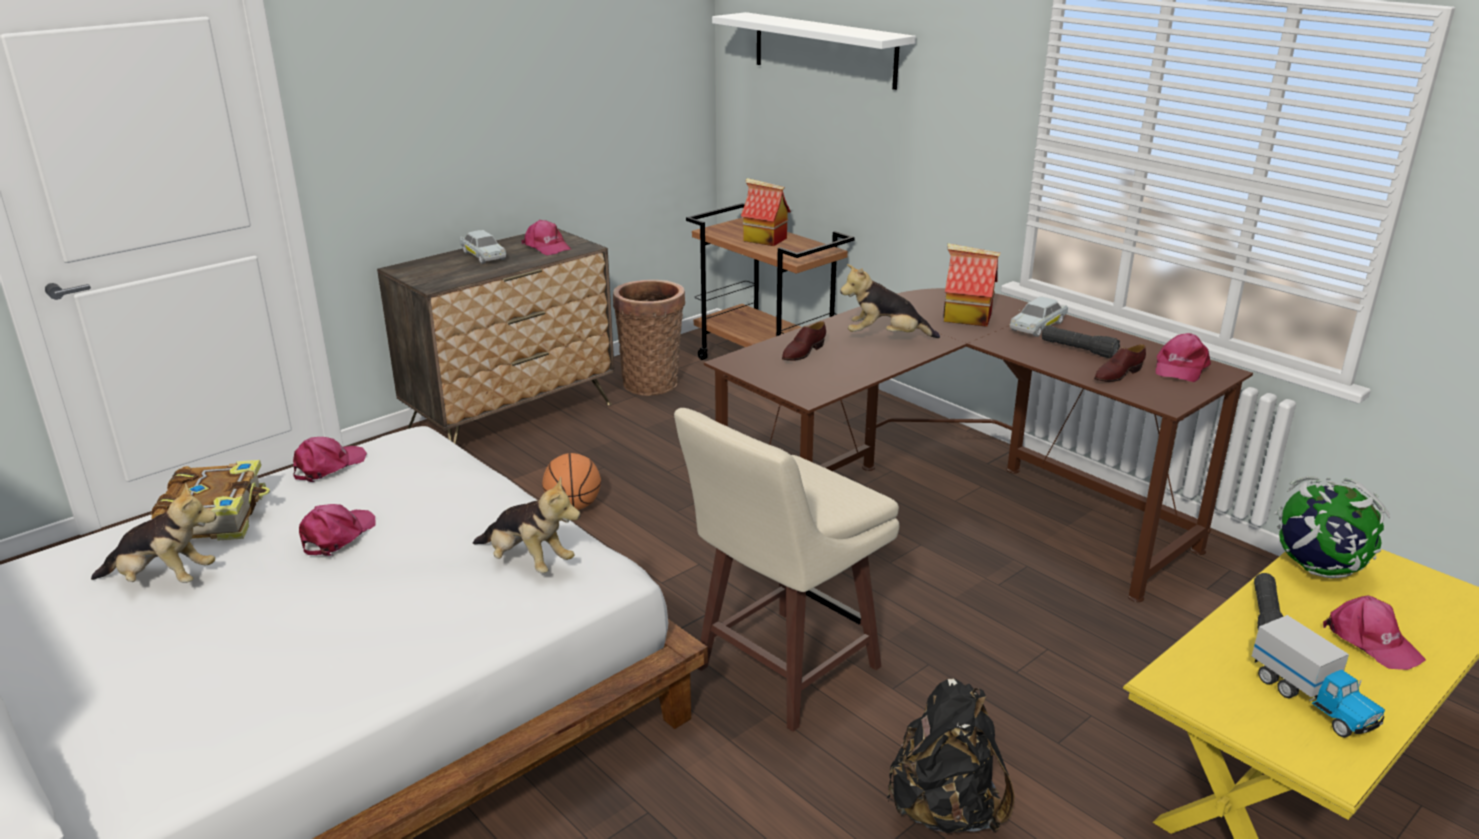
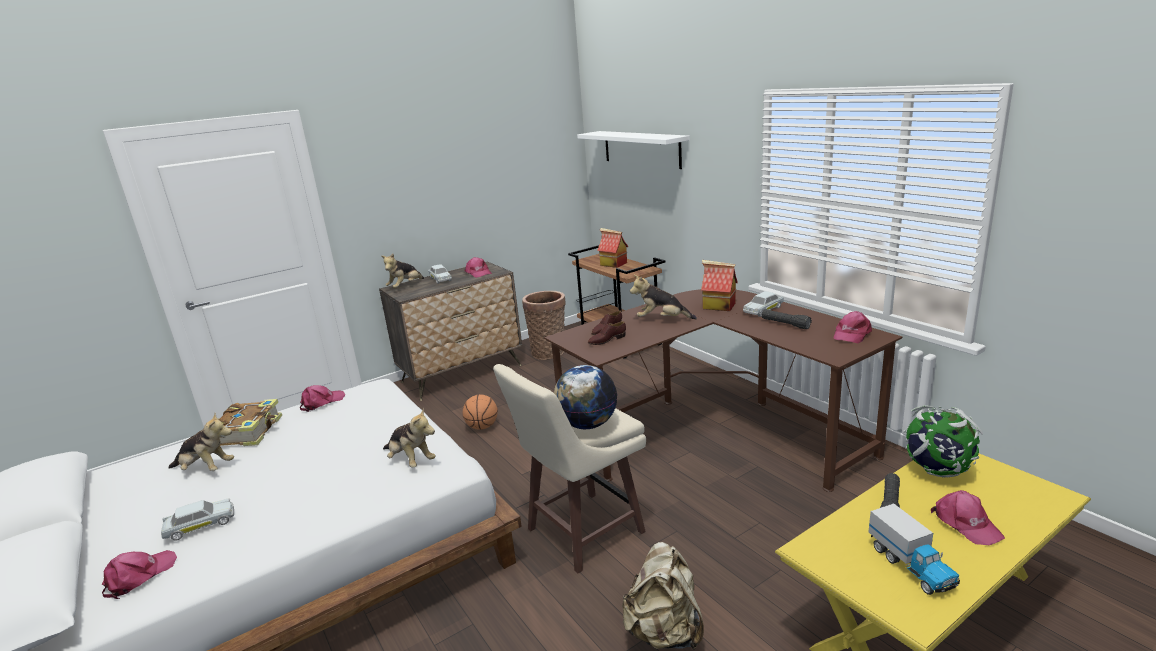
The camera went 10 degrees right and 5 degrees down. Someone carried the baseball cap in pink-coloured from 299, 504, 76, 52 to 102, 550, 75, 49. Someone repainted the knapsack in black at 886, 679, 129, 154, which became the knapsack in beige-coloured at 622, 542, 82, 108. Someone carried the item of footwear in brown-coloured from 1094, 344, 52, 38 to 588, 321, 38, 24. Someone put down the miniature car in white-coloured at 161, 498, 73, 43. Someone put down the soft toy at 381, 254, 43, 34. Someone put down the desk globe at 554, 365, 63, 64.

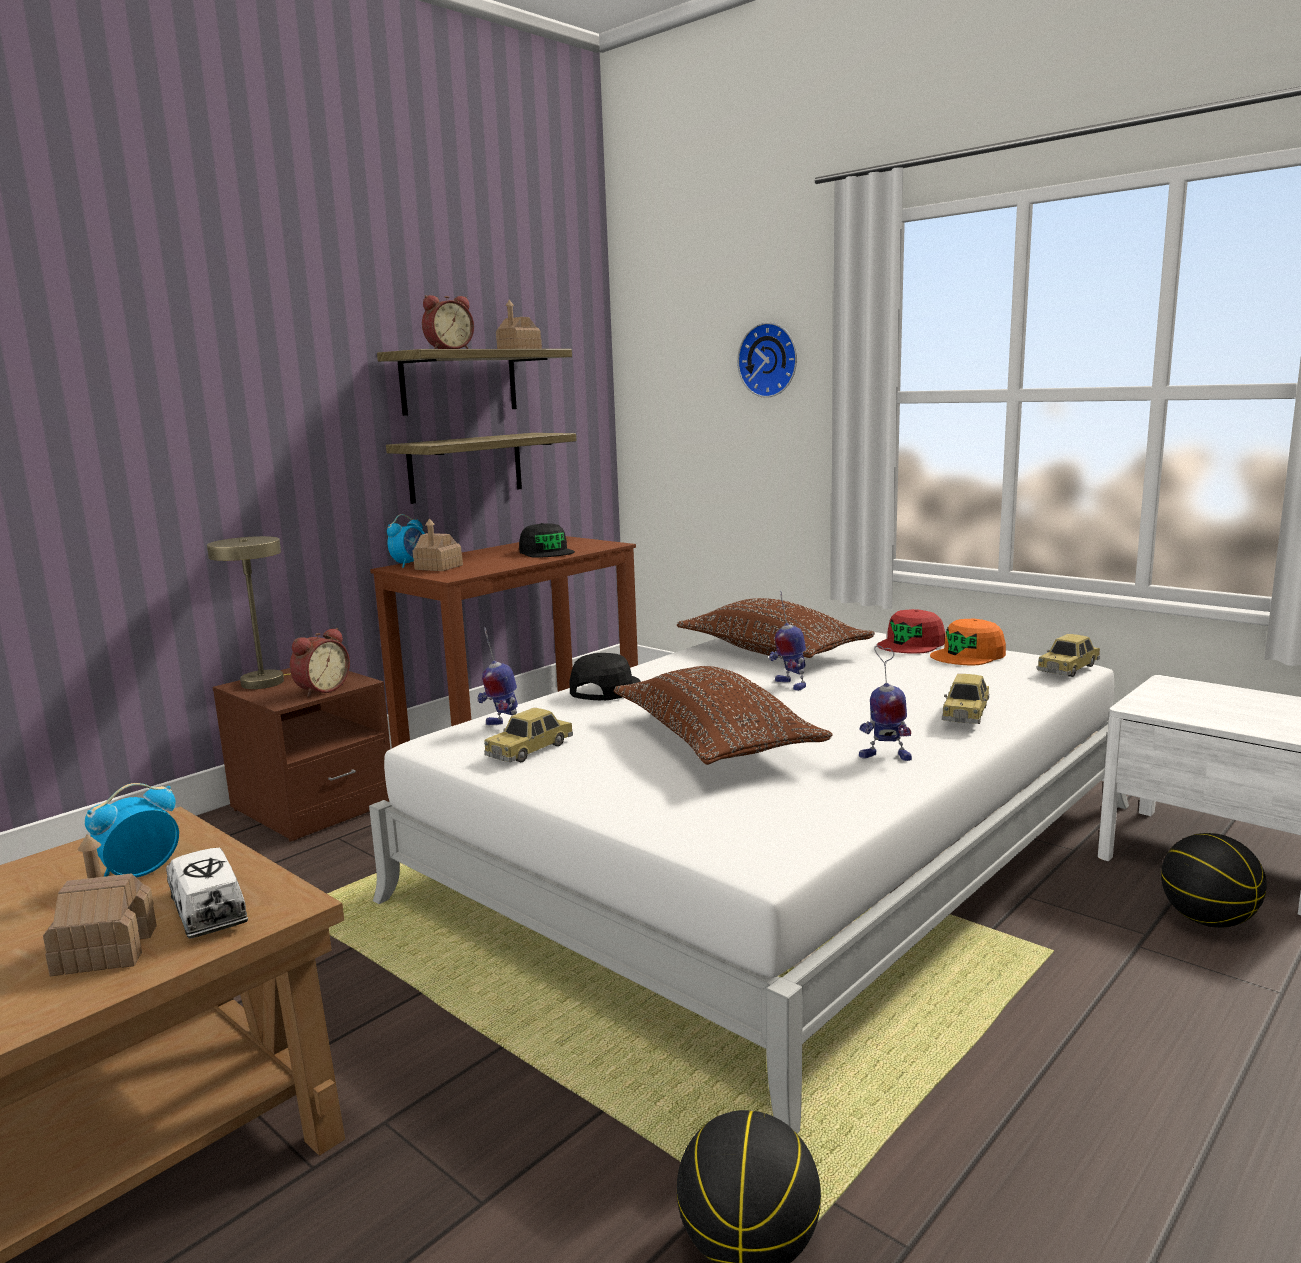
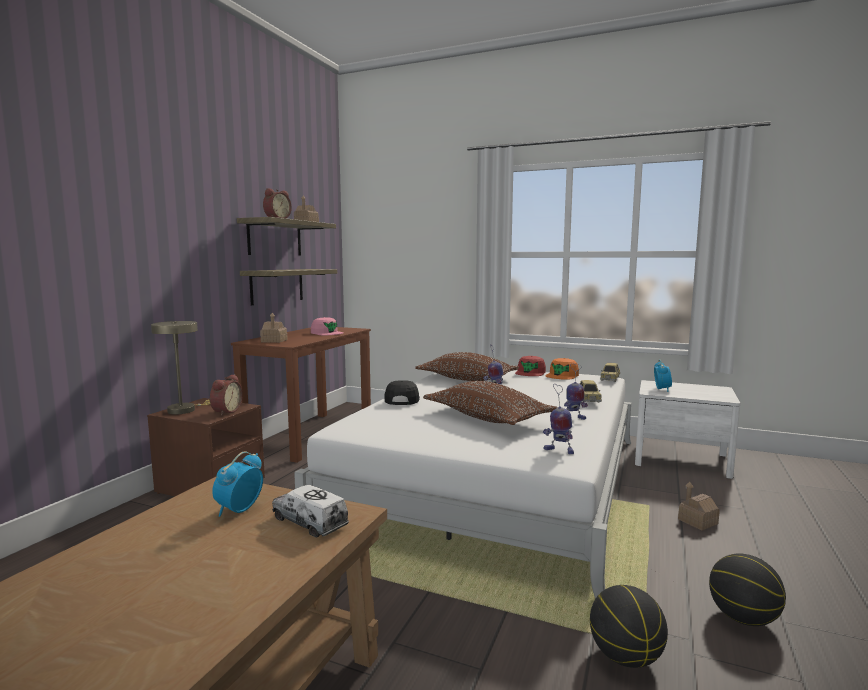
The camera went 20 degrees left and 5 degrees down. Someone carried the toy house from 43, 834, 114, 142 to 678, 482, 42, 49. Someone carried the bedside clock from 387, 514, 38, 54 to 654, 359, 18, 33. Someone carried the model robot from 477, 626, 41, 99 to 543, 384, 31, 70. Someone took away the miniature car at 484, 708, 89, 54. Someone repainted the baseball cap in black at 519, 523, 56, 35, which became the baseball cap in pink-coloured at 311, 317, 33, 19. Someone took away the clock on the wall at 737, 322, 60, 76. Someone carried the basketball ball from 1161, 833, 106, 95 to 709, 553, 77, 73.

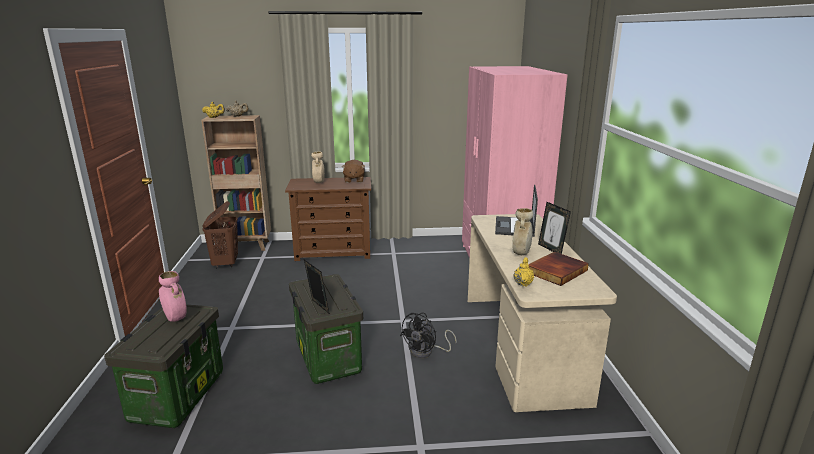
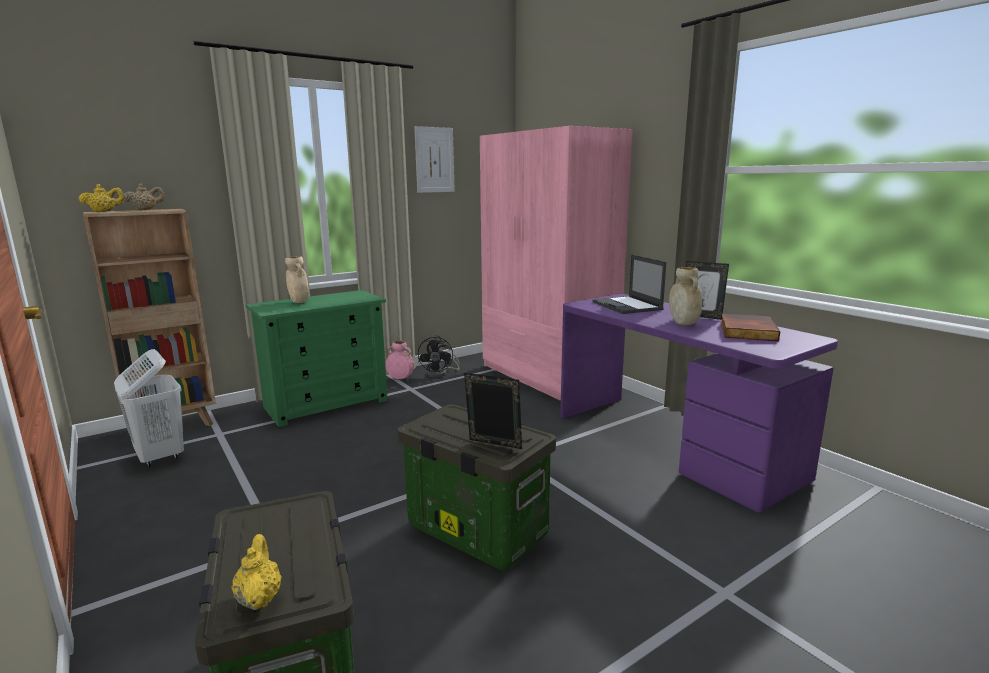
The camera went 30 degrees left and 5 degrees down. Someone carried the decorative vase in pink-coloured from 159, 271, 28, 51 to 386, 340, 28, 39. Someone repainted the laundry basket in brown-coloured at 202, 201, 36, 68, which became the laundry basket in white-coloured at 114, 349, 70, 118. Someone repainted the dresser in brown-coloured at 285, 177, 86, 84, which became the dresser in greenish at 246, 290, 142, 137. Someone took away the soft toy in brown-coloured at 342, 160, 23, 23. Someone carried the fan in black from 400, 312, 57, 46 to 418, 335, 42, 43. Someone repainted the desk unit in beige-coloured at 468, 214, 149, 198, which became the desk unit in purple-coloured at 560, 294, 278, 218. Someone carried the teapot in yellow-coloured from 513, 257, 21, 30 to 231, 534, 51, 76. Someone put up the wall picture at 414, 126, 41, 67.

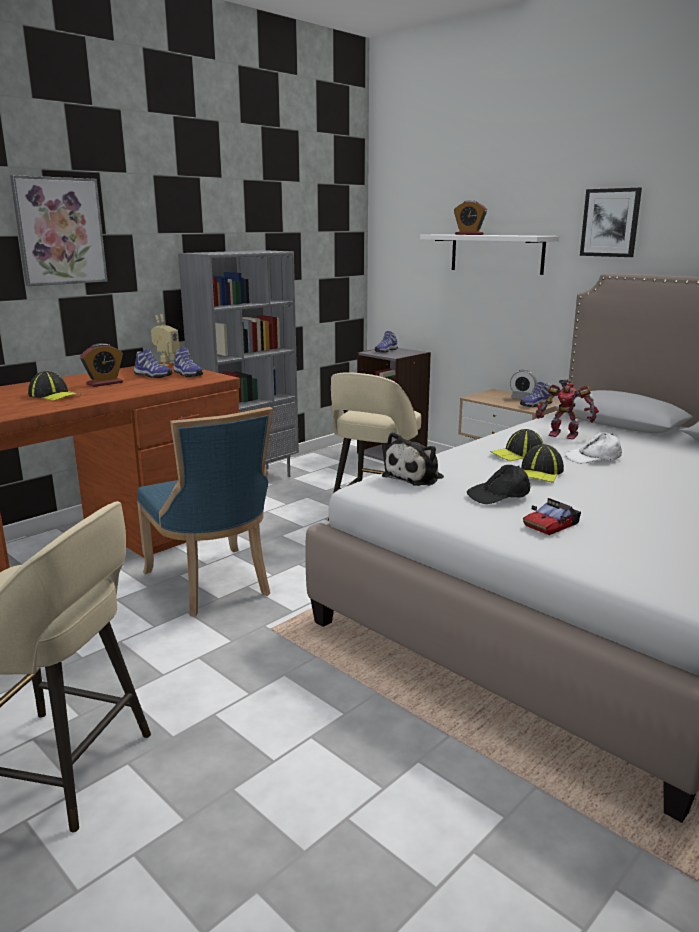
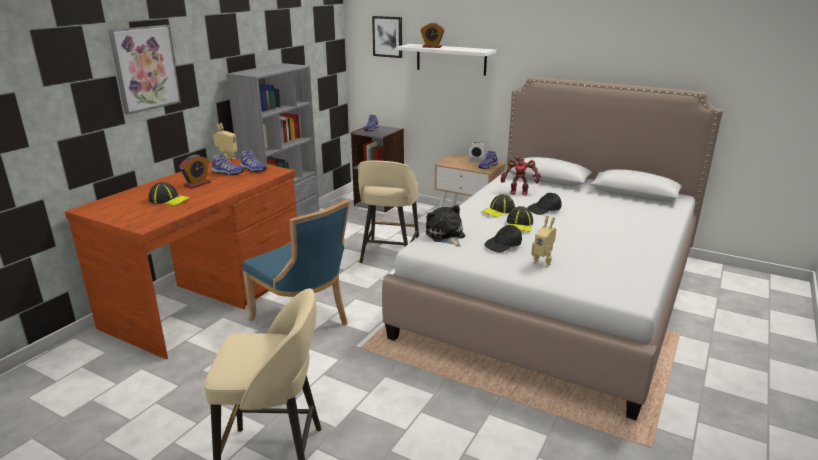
The camera went 15 degrees left and 5 degrees up. Someone rotated the soft toy at 382, 432, 62, 54 by 135 degrees clockwise. Someone swapped the miniature car at 523, 498, 58, 37 for the model robot at 531, 216, 25, 51. Someone repainted the baseball cap in white-coloured at 565, 432, 57, 32, which became the baseball cap in black at 528, 193, 34, 22. Someone carried the wall picture from 580, 188, 62, 69 to 372, 16, 30, 42.

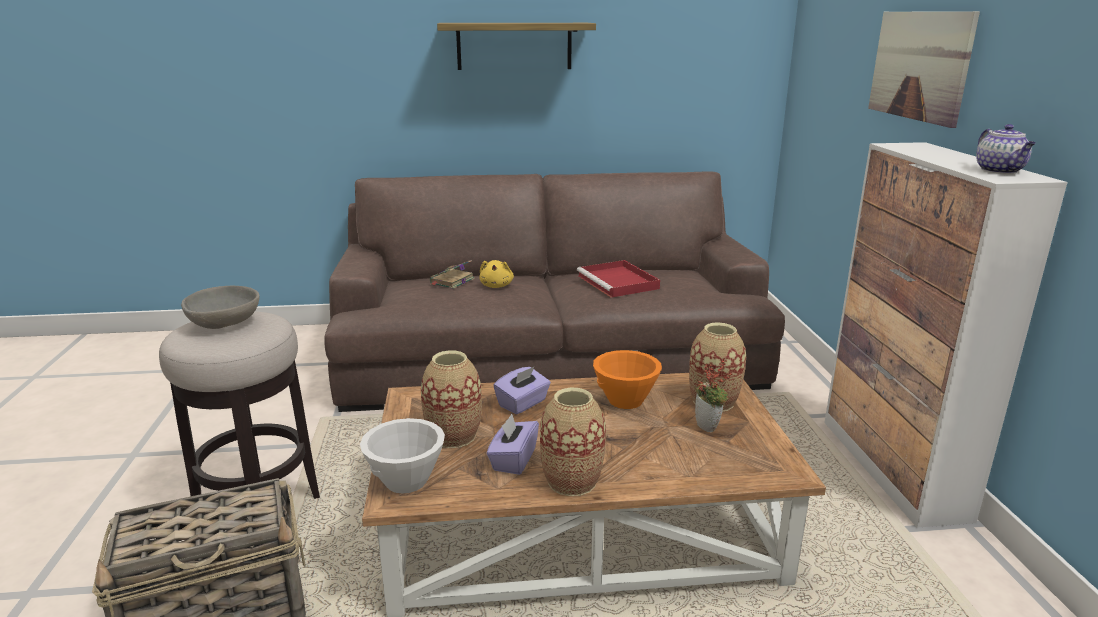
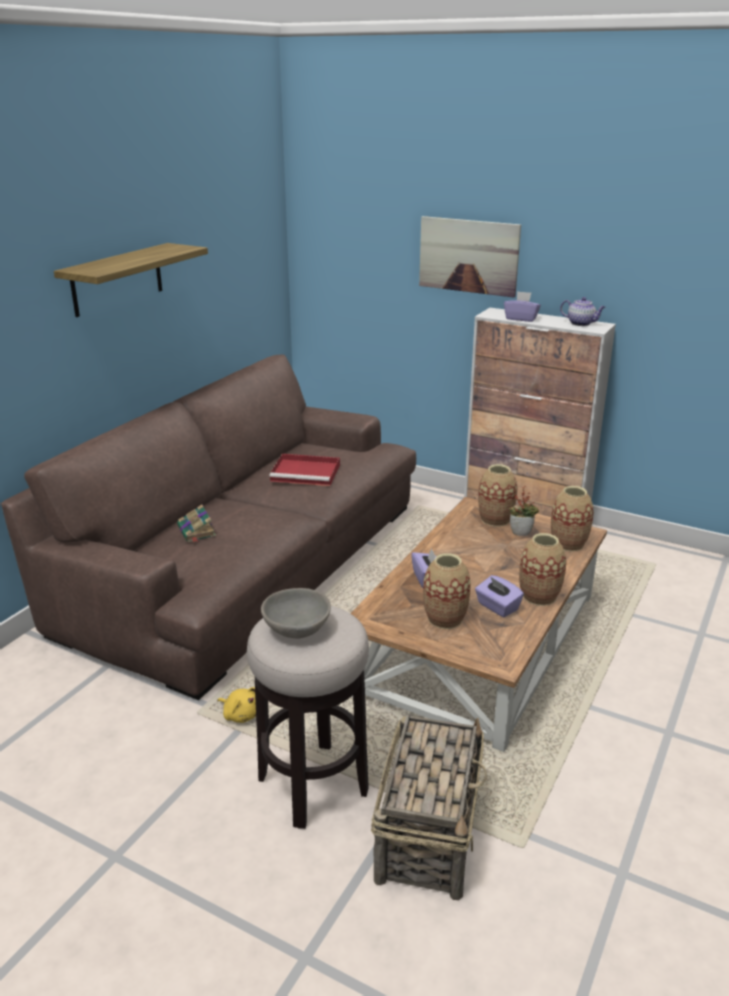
The camera went 55 degrees left and 5 degrees up. Someone took away the bowl in white-coloured at 360, 418, 85, 75. Someone carried the soft toy in yellow-coloured from 479, 260, 35, 28 to 218, 687, 38, 36. Someone took away the bowl in orange-coloured at 593, 350, 69, 59. Someone put down the tissue holder in purple-coloured at 504, 291, 37, 31. Someone put down the decorative vase at 551, 486, 43, 65.

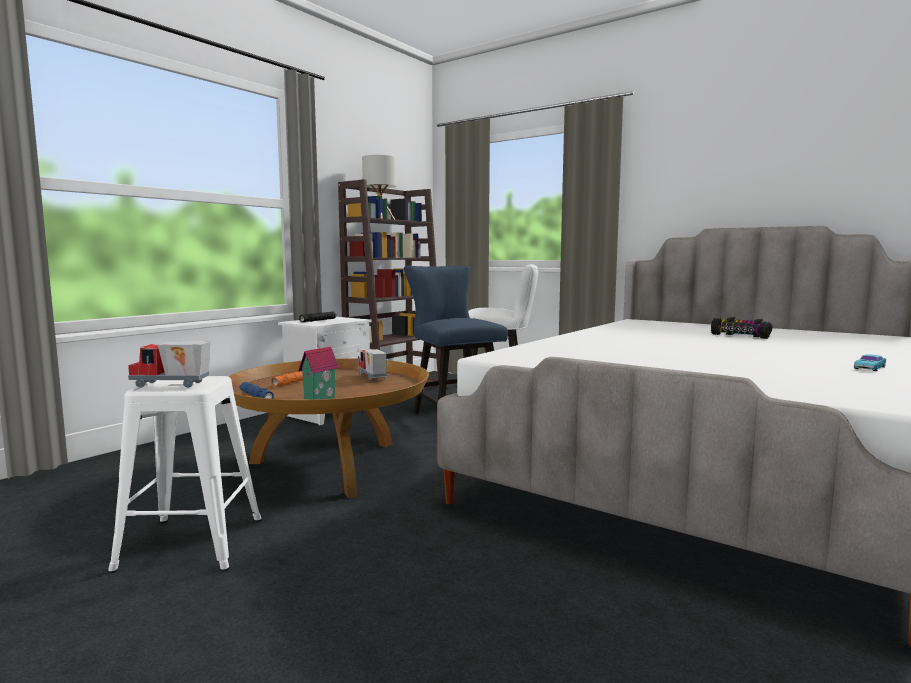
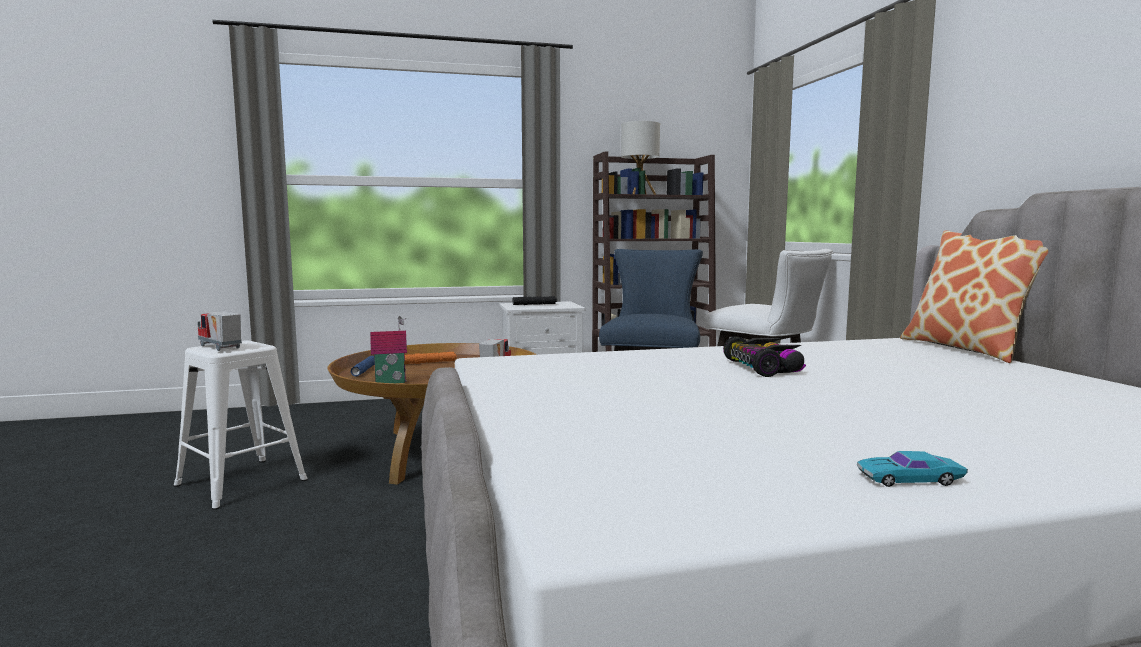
The camera went 40 degrees right and 0 degrees up. Someone carried the miniature car from 711, 317, 62, 22 to 723, 336, 83, 41. Someone put down the throw pillow at 900, 230, 148, 133.

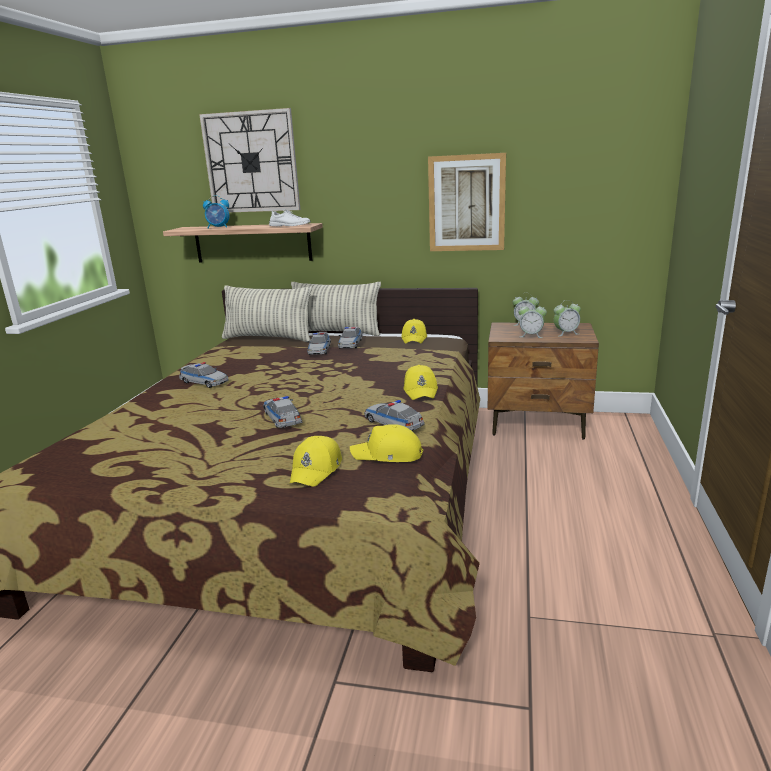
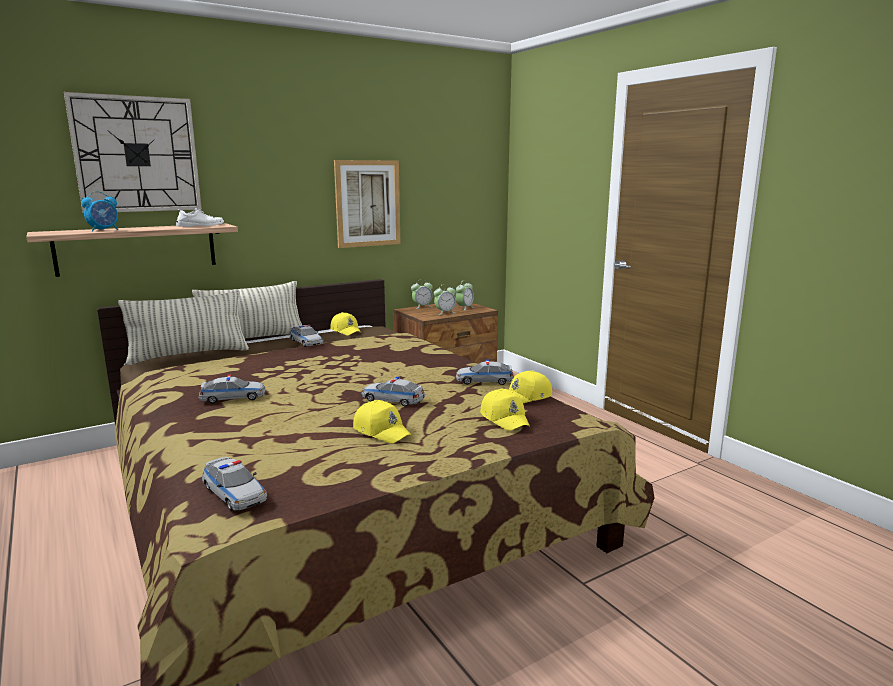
The camera went 45 degrees left and 5 degrees down. Someone carried the miniature car from 307, 332, 24, 23 to 202, 457, 65, 54. Someone carried the baseball cap in yellow-coloured from 403, 365, 35, 35 to 353, 400, 58, 43.

